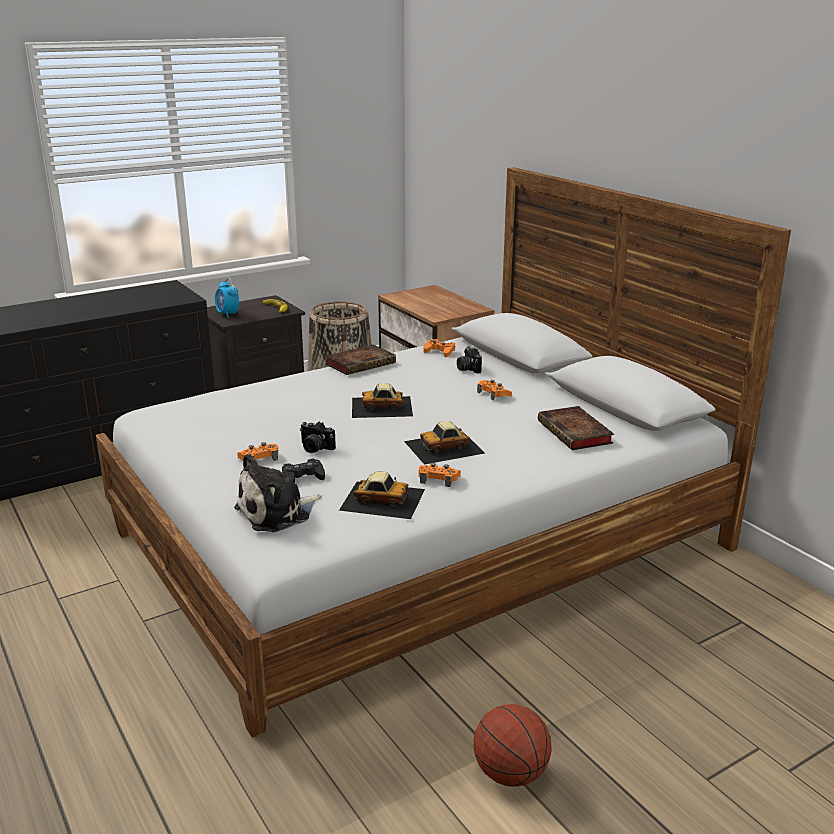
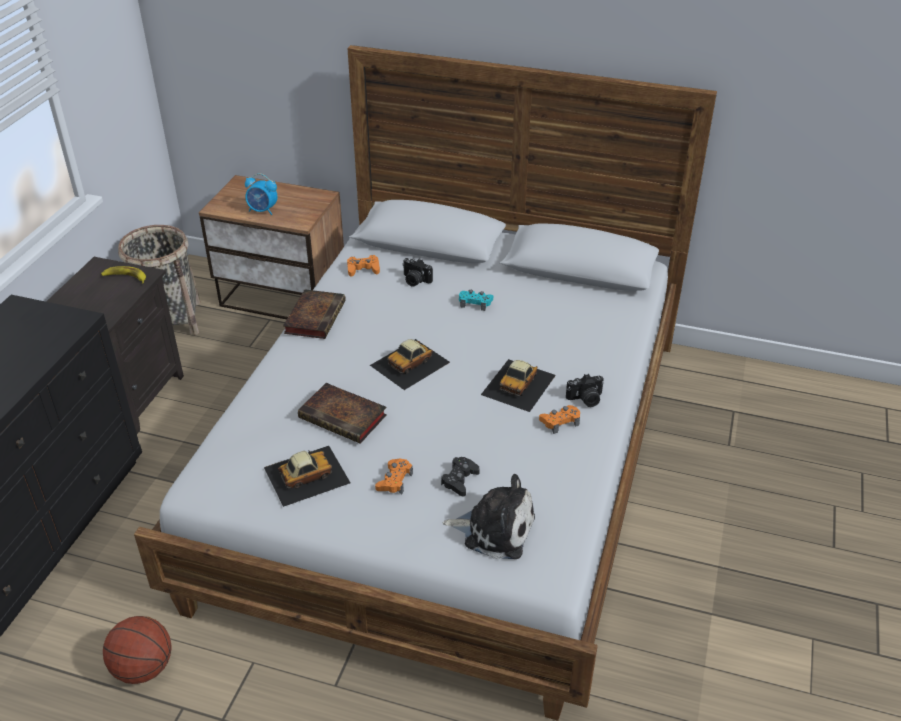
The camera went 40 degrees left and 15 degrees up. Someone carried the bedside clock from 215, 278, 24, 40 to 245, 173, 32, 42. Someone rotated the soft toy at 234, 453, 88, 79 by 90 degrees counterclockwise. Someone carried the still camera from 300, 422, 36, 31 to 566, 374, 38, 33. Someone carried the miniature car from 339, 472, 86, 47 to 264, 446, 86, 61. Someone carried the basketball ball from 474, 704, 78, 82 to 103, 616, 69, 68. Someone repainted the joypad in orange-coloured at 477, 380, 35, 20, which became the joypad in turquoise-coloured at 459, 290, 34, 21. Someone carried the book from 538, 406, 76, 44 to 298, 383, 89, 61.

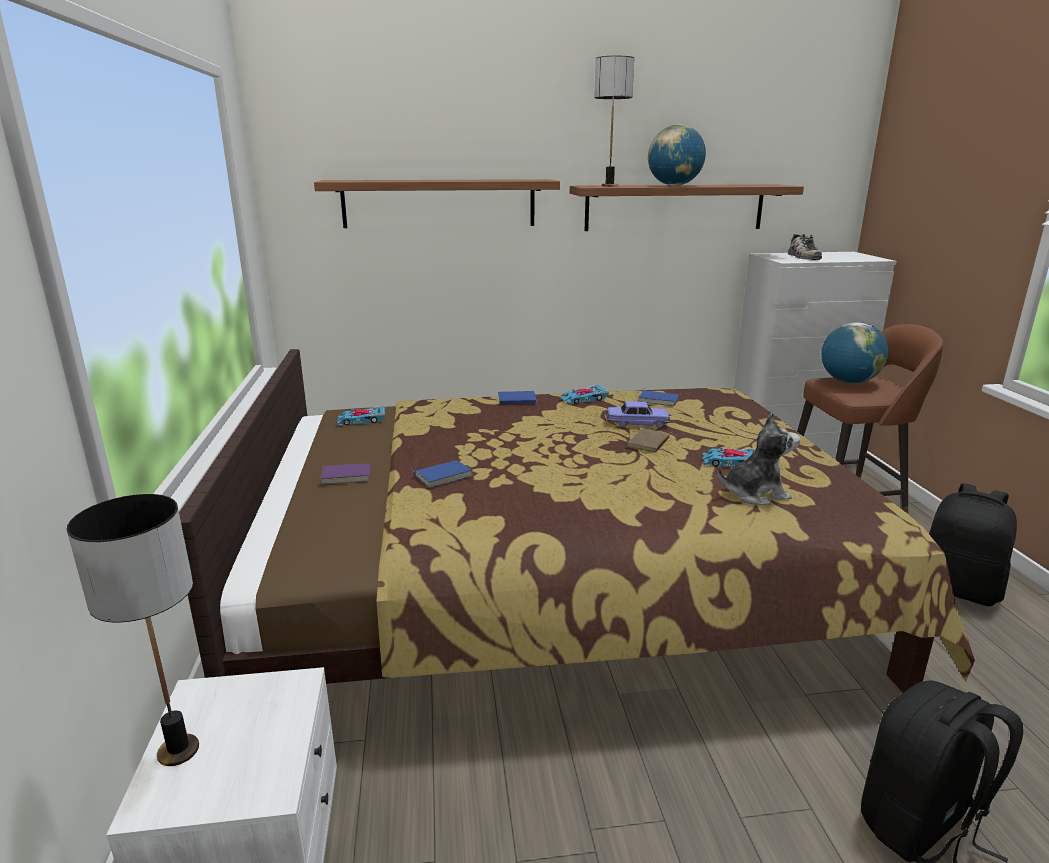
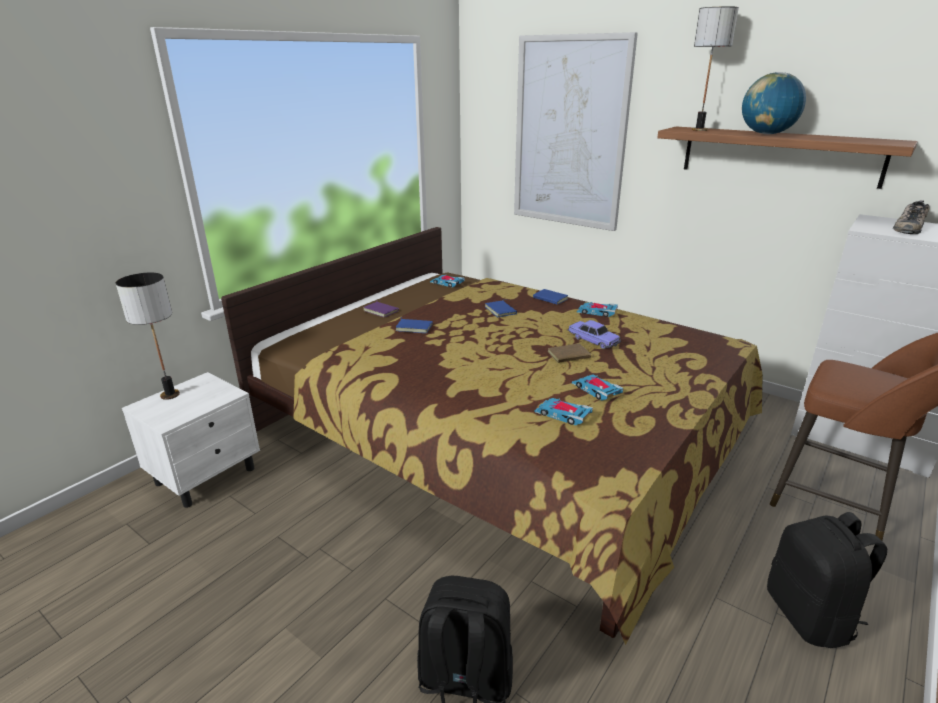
The camera went 45 degrees right and 5 degrees up. Someone swapped the wall shelf at 314, 179, 246, 49 for the wall picture at 514, 32, 124, 199. Someone carried the book in bluish from 637, 389, 42, 17 to 485, 299, 32, 18. Someone swapped the soft toy at 717, 413, 83, 92 for the miniature car at 534, 398, 59, 27. Someone took away the desk globe at 821, 322, 67, 61.

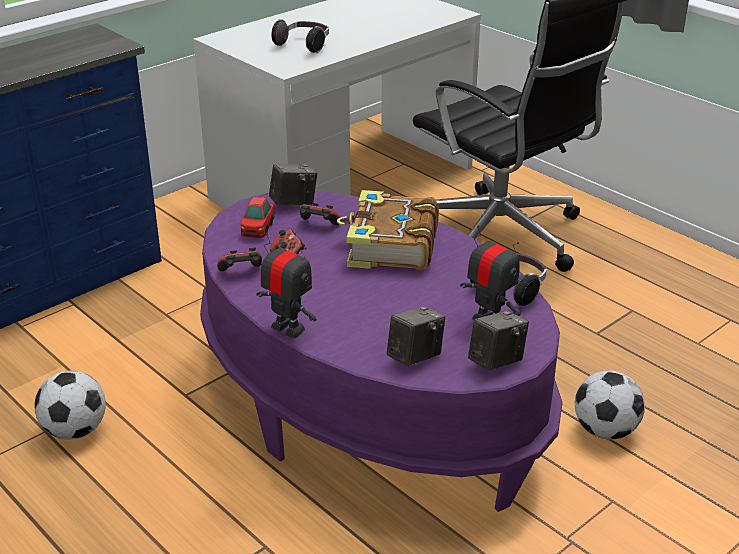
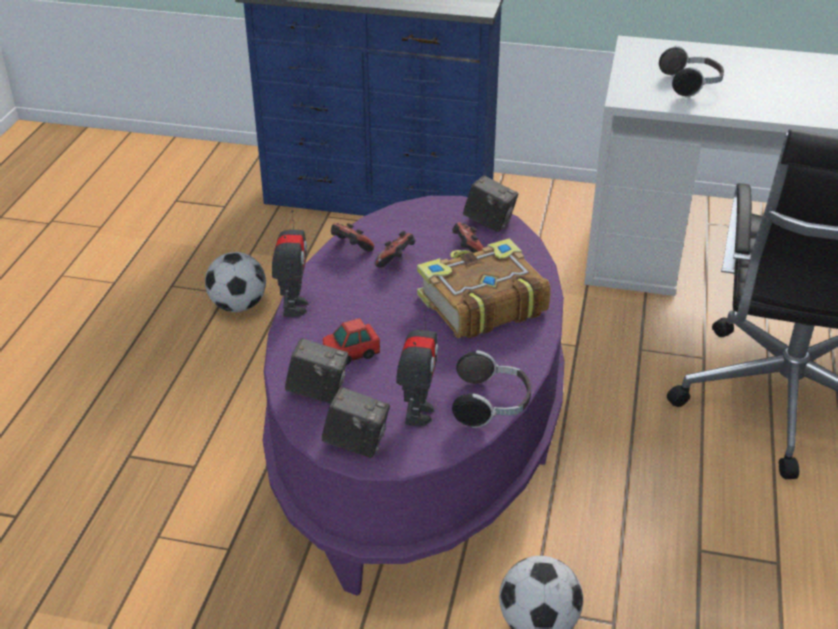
The camera went 55 degrees right and 5 degrees up. Someone carried the miniature car from 240, 197, 34, 41 to 323, 318, 57, 47.

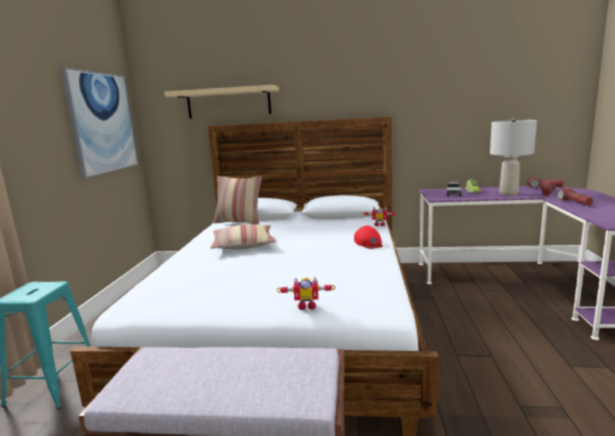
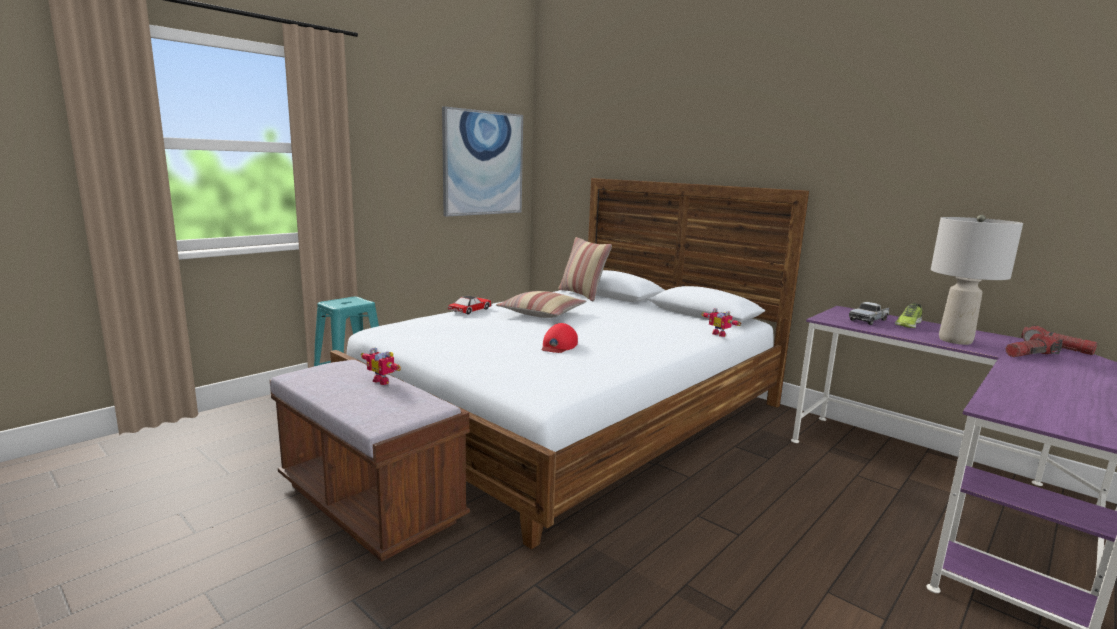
The camera went 35 degrees right and 0 degrees up. Someone took away the wall shelf in beige-coloured at 164, 85, 115, 33. Someone carried the model robot from 277, 277, 58, 33 to 361, 347, 40, 38. Someone carried the baseball cap in red from 354, 226, 29, 23 to 542, 323, 36, 30. Someone took away the flashlight at 557, 188, 36, 18. Someone put down the miniature car at 448, 296, 44, 18.

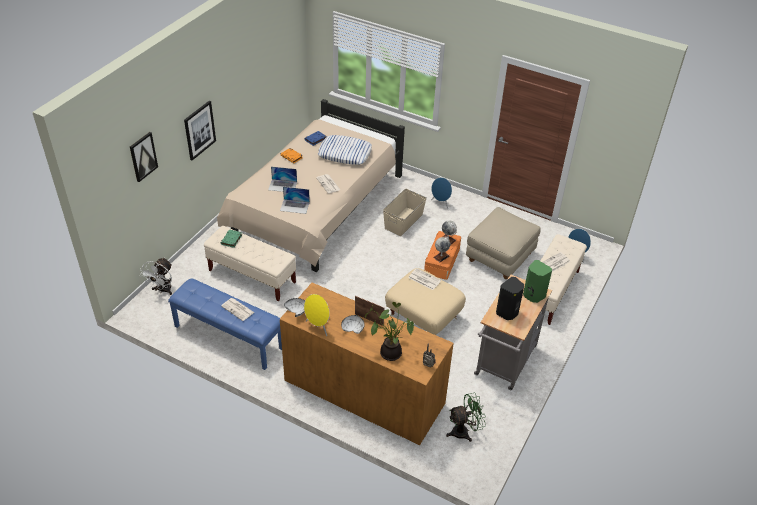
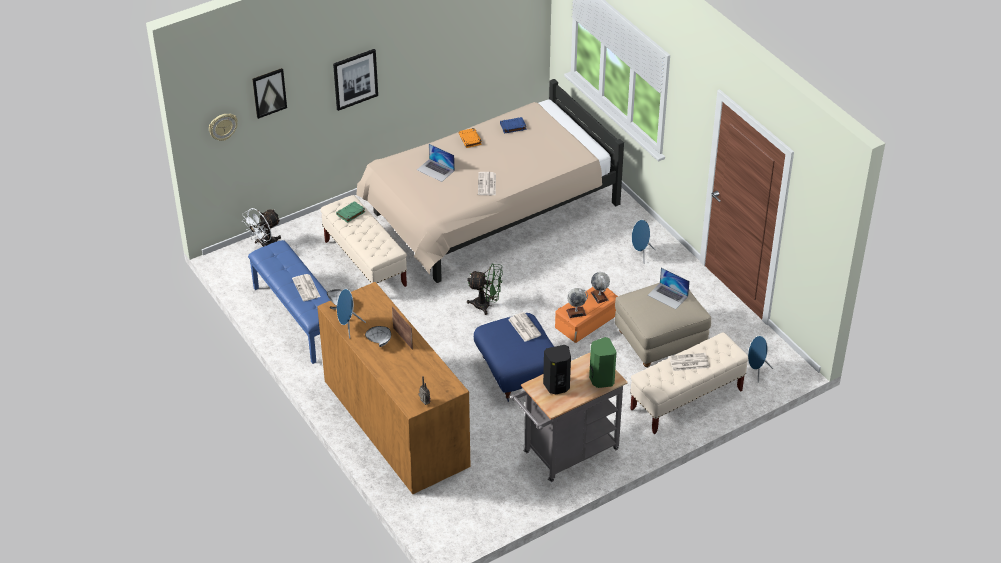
The camera went 30 degrees right and 0 degrees up. Someone carried the laptop from 280, 187, 30, 27 to 648, 268, 42, 41. Someone repainted the audio speaker in yellow-coloured at 304, 294, 26, 42, which became the audio speaker in bluish at 337, 289, 29, 50. Someone took away the throw pillow at 318, 135, 54, 30. Someone took away the plant in a pot at 365, 302, 49, 59. Someone took away the storage container in beige-coloured at 383, 189, 44, 47. Someone repainted the footrest in beige-coloured at 385, 268, 81, 67, which became the footrest in bluish at 474, 313, 80, 89. Someone carried the fan in greenish from 446, 393, 40, 49 to 467, 263, 36, 52. Someone put up the clock on the wall at 209, 114, 29, 27.

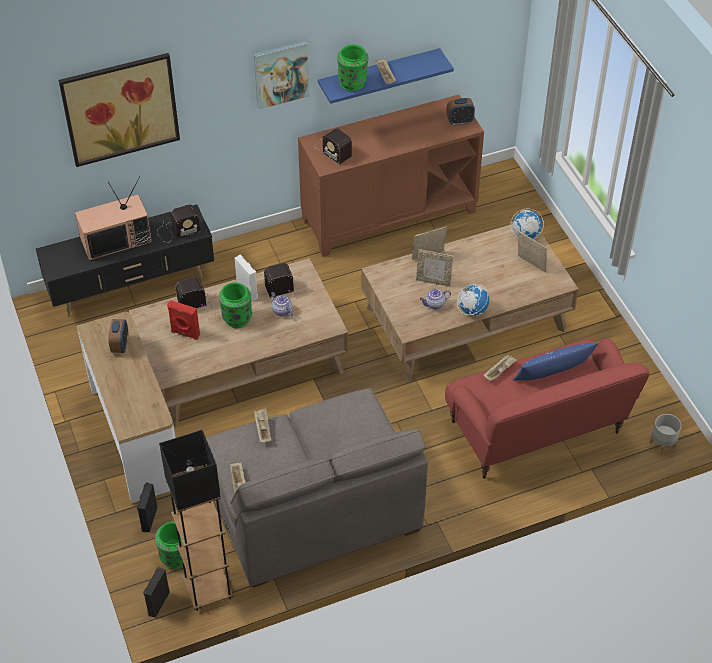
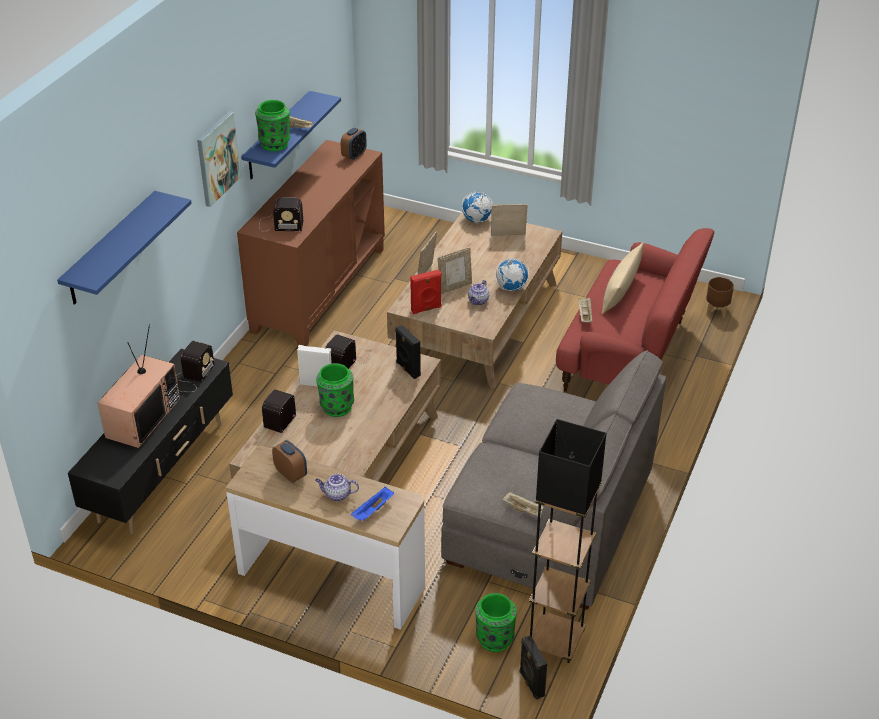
The camera went 45 degrees left and 10 degrees down. Someone swapped the wall picture at 59, 53, 121, 114 for the wall shelf in bluish at 57, 191, 135, 114. Someone carried the audio speaker in black from 137, 482, 21, 50 to 395, 325, 26, 54. Someone carried the audio speaker in red from 167, 300, 33, 40 to 410, 270, 32, 44. Someone took away the tray in beige-coloured at 254, 408, 17, 34. Someone carried the teapot from 271, 292, 22, 25 to 315, 474, 44, 27. Someone repainted the throw pillow in bluish at 513, 343, 86, 38, which became the throw pillow in beige-coloured at 602, 242, 42, 72. Someone repainted the plant pot in gray at 650, 414, 31, 42, which became the plant pot in brown-coloured at 706, 277, 28, 41. Someone put down the tray in bluish at 351, 487, 43, 34.

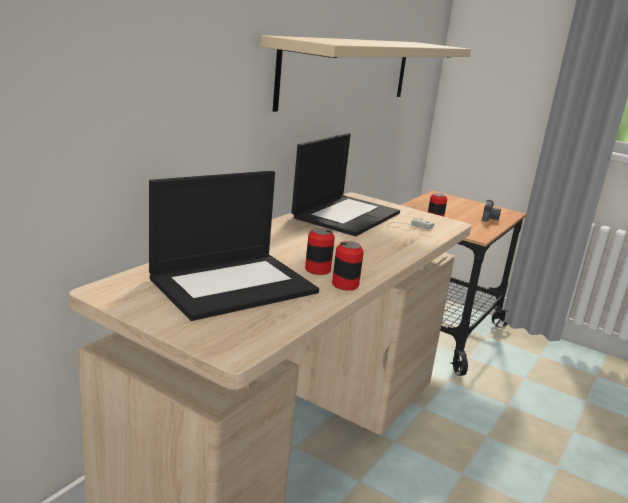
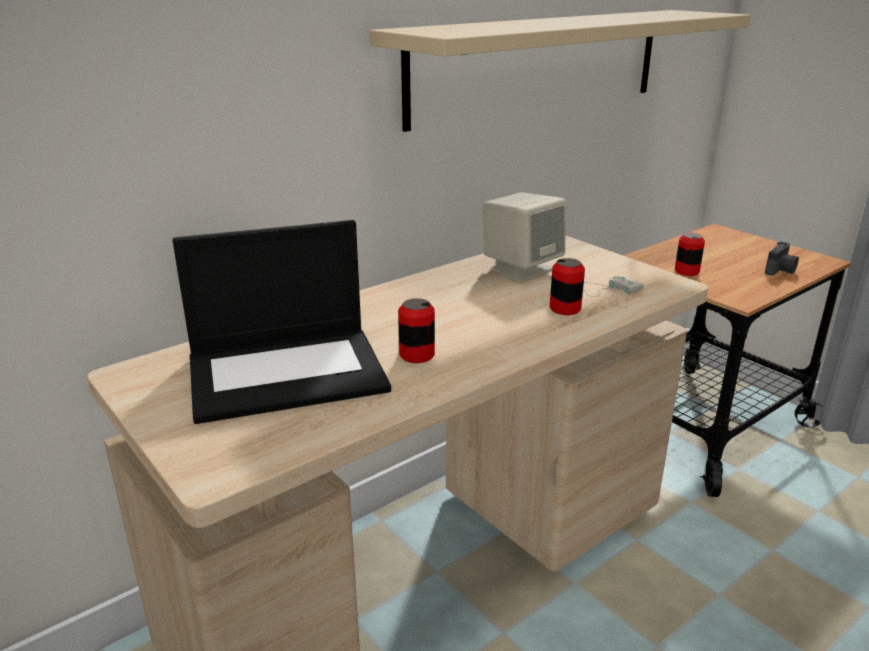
The camera went 20 degrees right and 5 degrees up. Someone swapped the laptop at 291, 133, 109, 103 for the audio speaker in beige-coloured at 483, 192, 83, 90. Someone carried the metal can from 332, 241, 32, 50 to 550, 258, 35, 57.

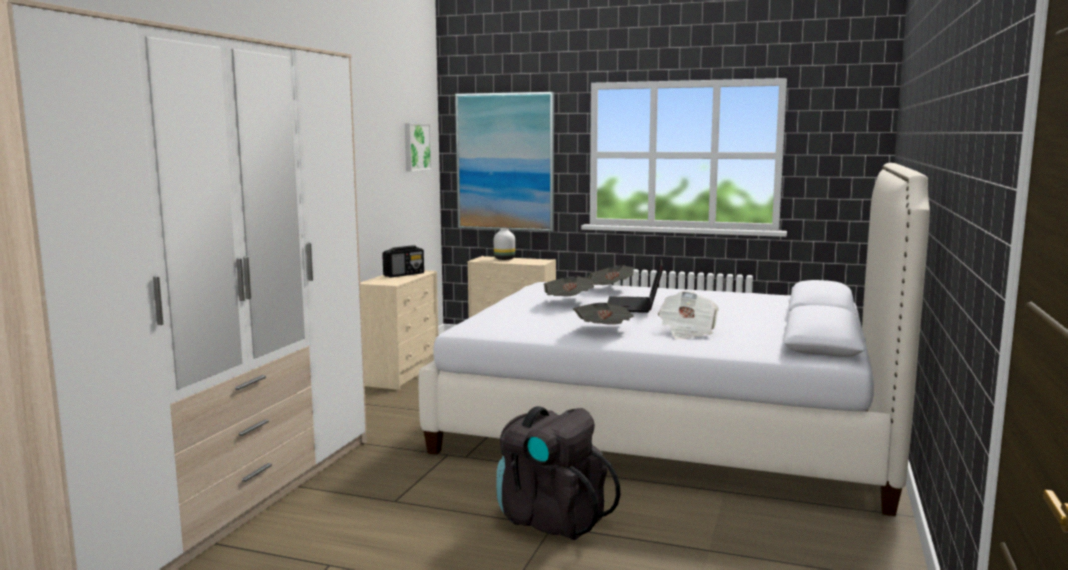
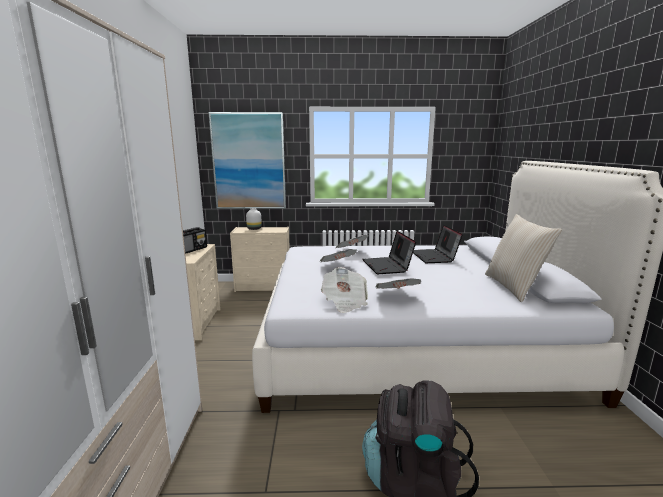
The camera went 20 degrees left and 5 degrees up. Someone took away the wall picture at 405, 123, 27, 49. Someone carried the daily paper from 658, 291, 61, 48 to 321, 267, 47, 46. Someone put down the laptop at 413, 225, 50, 38. Someone put down the throw pillow in beige-coloured at 485, 214, 77, 88.

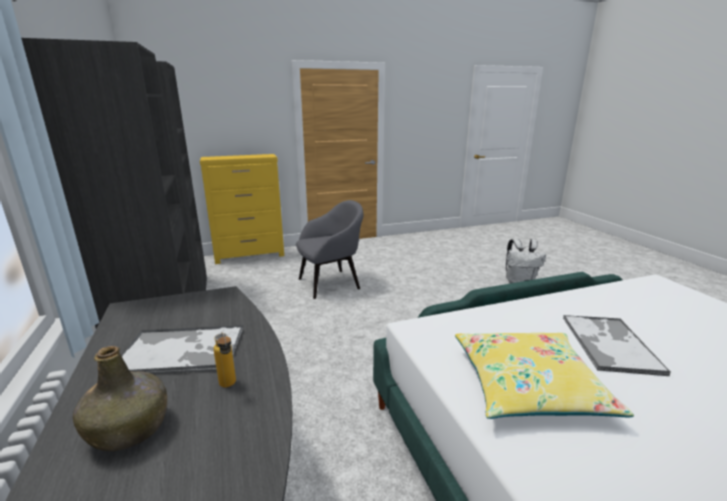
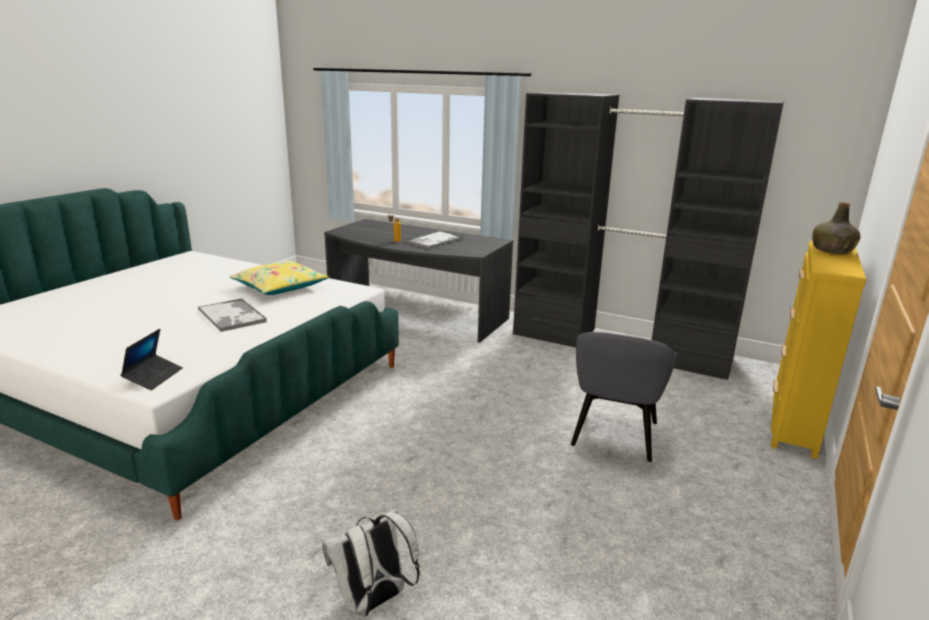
The camera went 135 degrees right and 0 degrees up. Someone carried the beverage bottle in greenish from 73, 346, 94, 105 to 812, 202, 48, 52. Someone put down the laptop at 121, 329, 62, 61.

